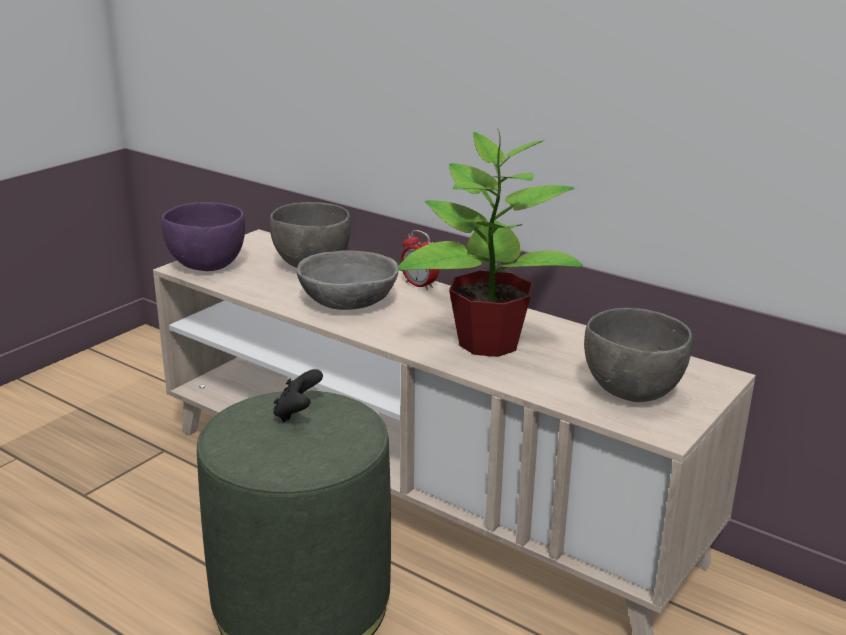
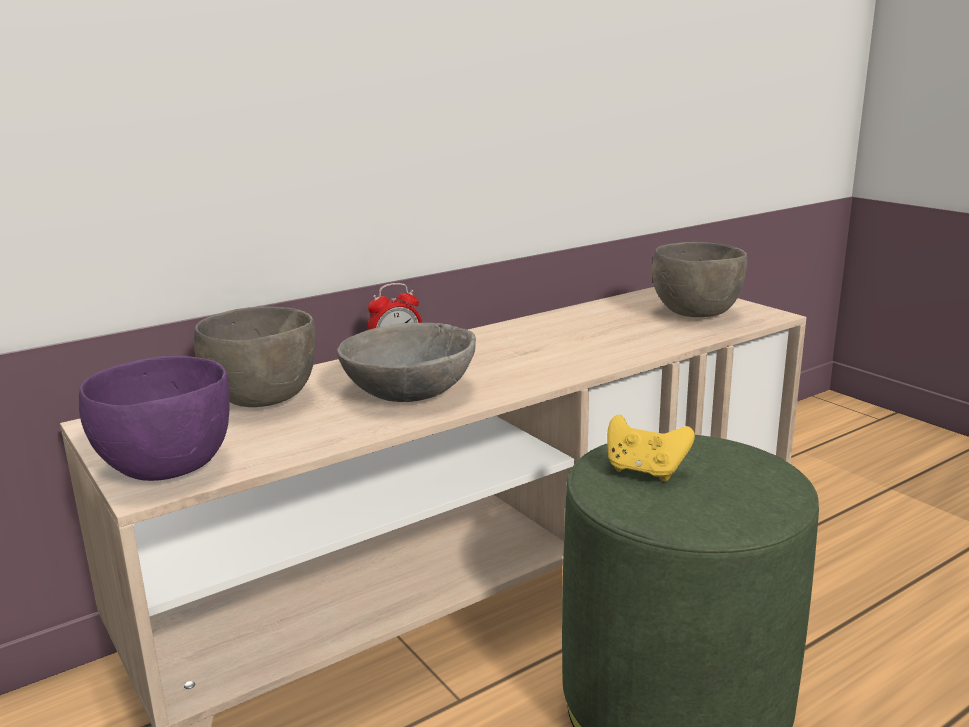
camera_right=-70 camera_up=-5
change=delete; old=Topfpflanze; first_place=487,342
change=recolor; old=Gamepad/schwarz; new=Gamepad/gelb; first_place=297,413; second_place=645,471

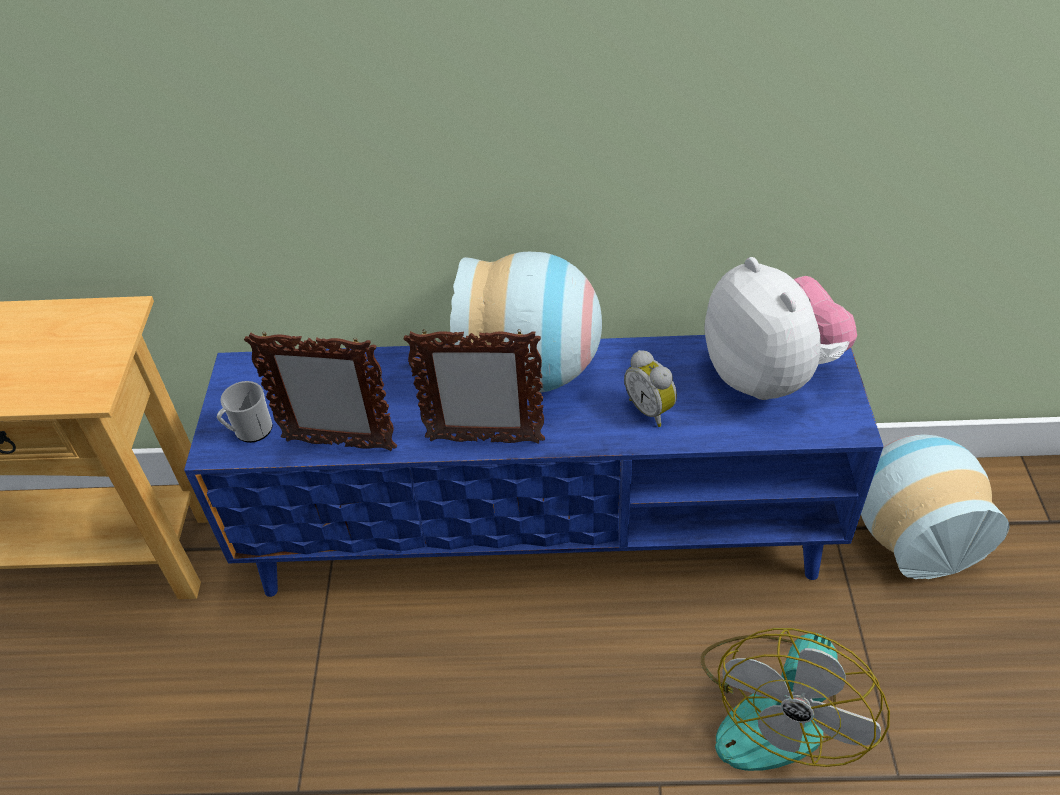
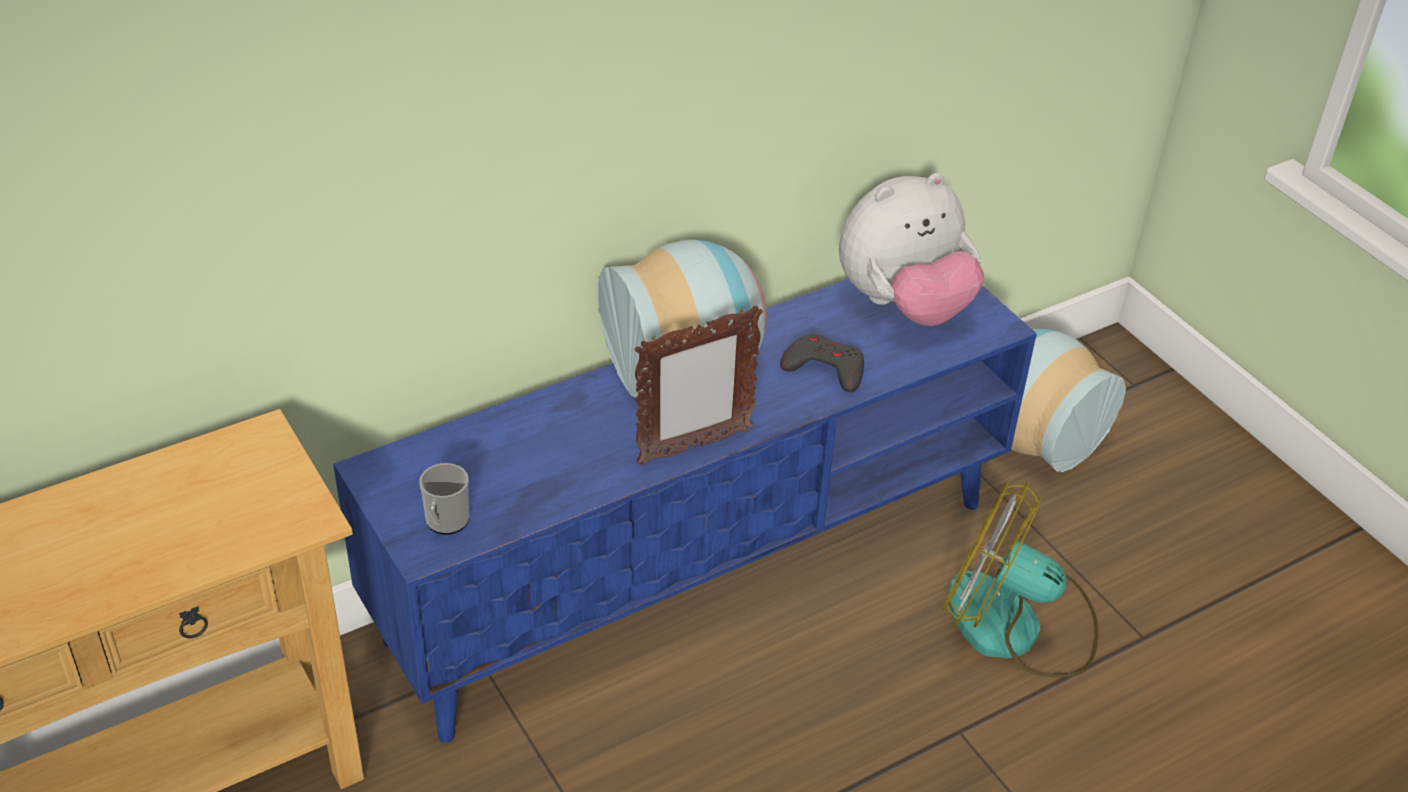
camera_right=-35 camera_up=-5
change=rotate; old=Plüschtier; first_place=769,375; second_place=904,305; degrees=120
change=delete; old=Bilderrahmen; first_place=339,444
change=replace; old=Wecker; new=Gamepad/grau; first_place=651,409; second_place=824,368
change=rotate; old=Ventilator; first_place=777,708; second_place=1016,627; degrees=120

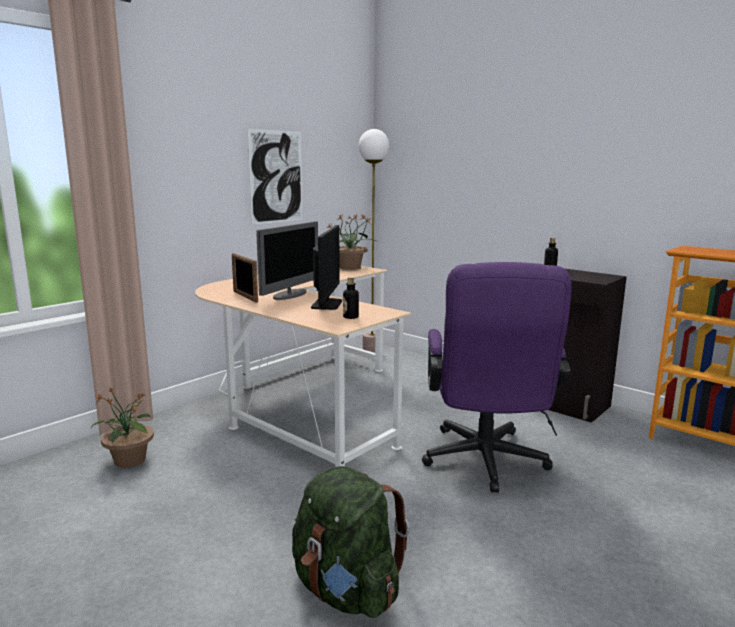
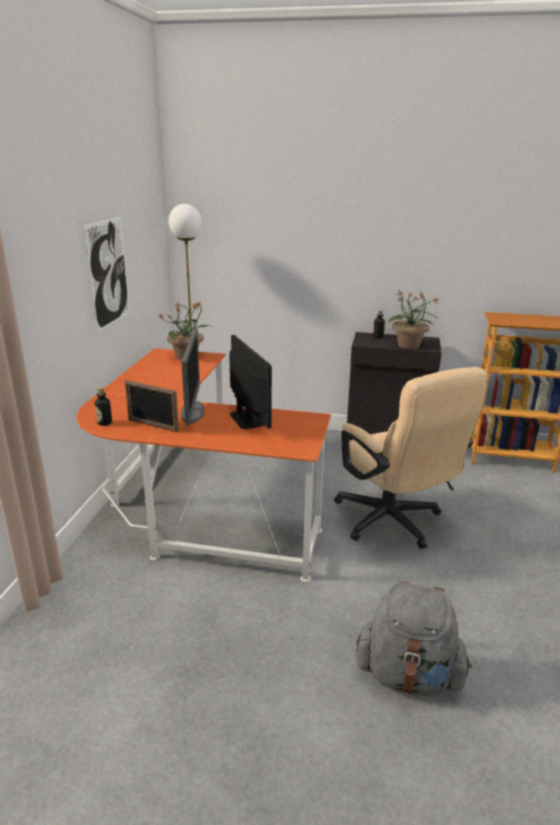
camera_right=-30 camera_up=10
change=recolor; old=Bürostuhl/lila; new=Bürostuhl/beige; first_place=485,464; second_place=394,523
change=recolor; old=Schreibtisch/beige; new=Schreibtisch/orange; first_place=303,404; second_place=193,509
change=move; old=Flasche; first_place=350,317; second_place=104,423
change=move; old=Topfpflanze; first_place=129,461; second_place=409,345
change=recolor; old=Rucksack/grün; new=Rucksack/grau; first_place=346,590; second_place=408,676

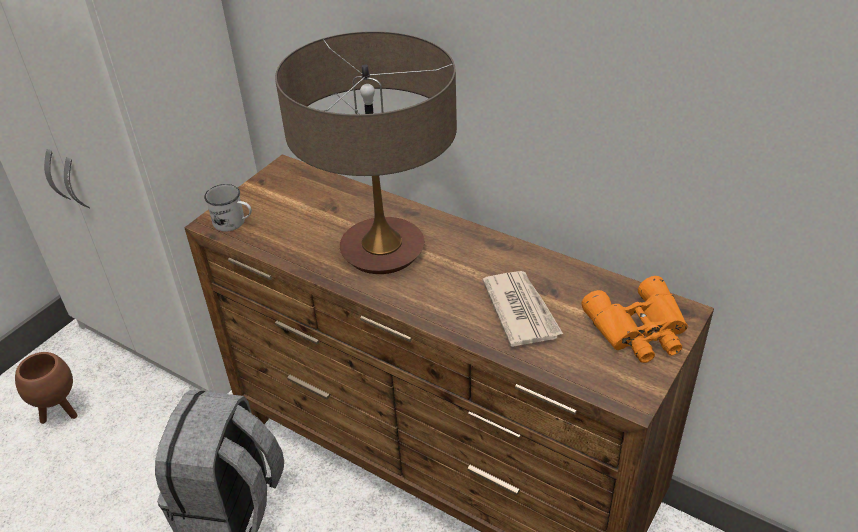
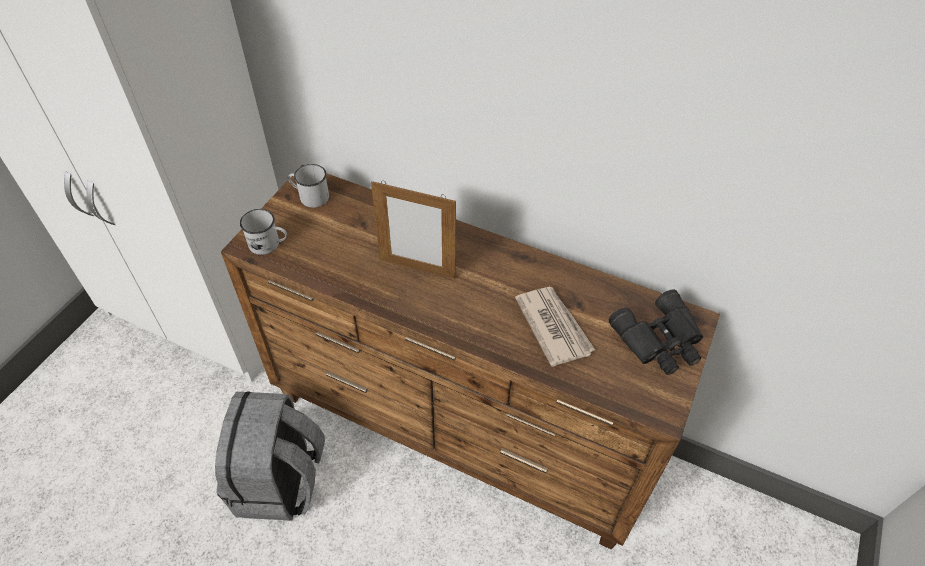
camera_right=-10 camera_up=10
change=replace; old=Tischlampe; new=Bilderrahmen; first_place=383,250; second_place=417,268
change=recolor; old=Fernglas/orange; new=Fernglas/schwarz; first_place=640,330; second_place=660,341
change=delete; old=Pflanzkübel/braun; first_place=60,412
change=insert; new=Henkelbecher/weiß; second_place=310,196

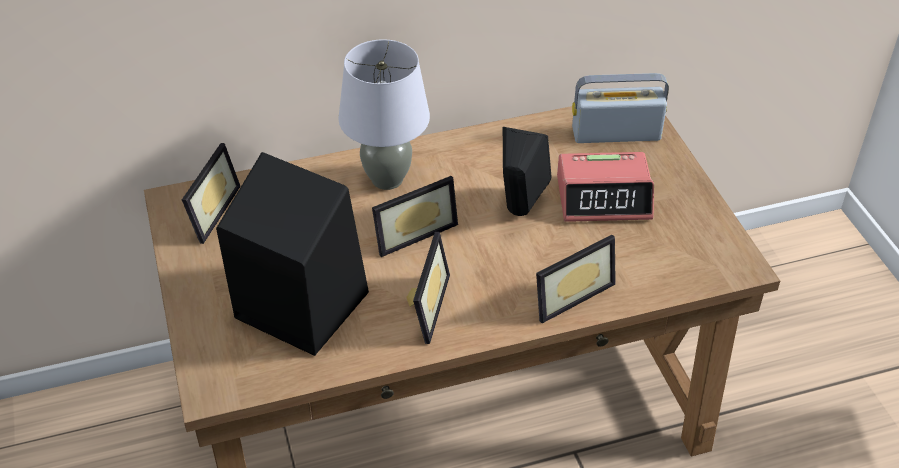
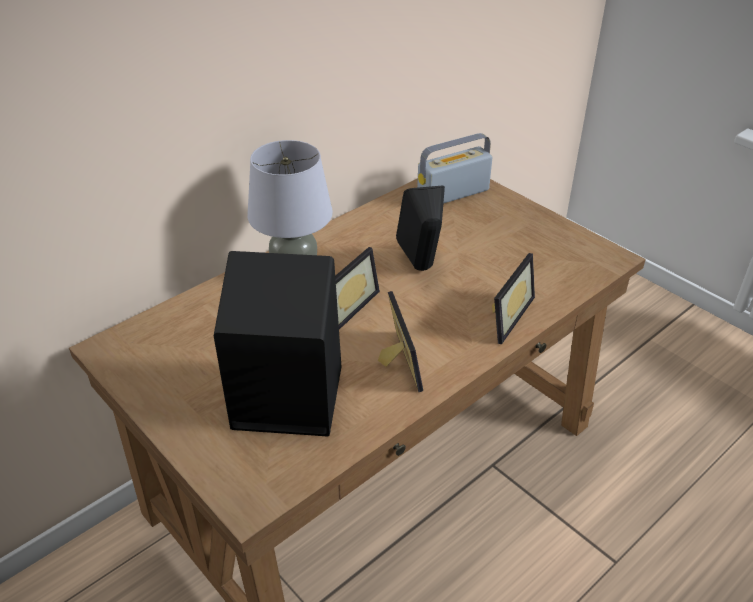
camera_right=-25 camera_up=-5
change=delete; old=Bilderrahmen; first_place=207,211
change=delete; old=Wecker; first_place=604,197

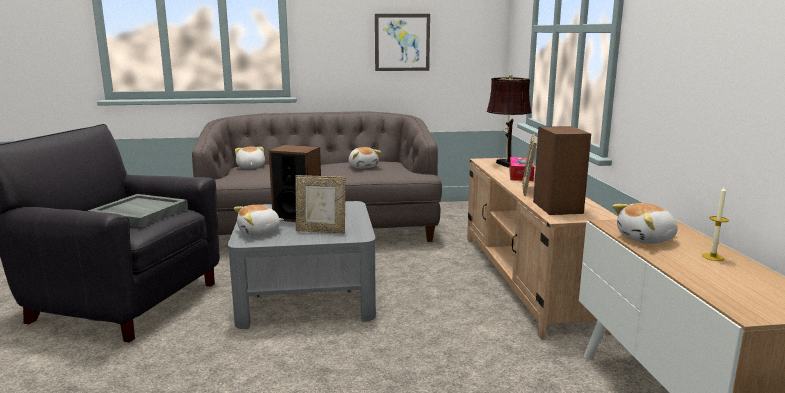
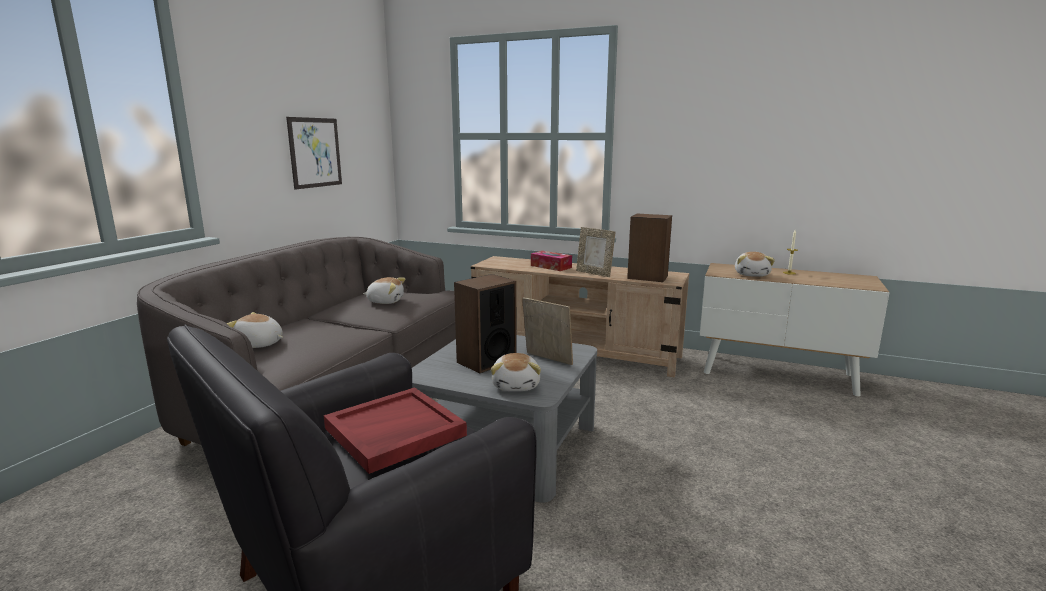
camera_right=-60 camera_up=0
change=delete; old=Tischlampe/braun; first_place=506,164
change=rotate; old=Bilderrahmen; first_place=321,231; second_place=547,359; degrees=-90
change=recolor; old=Tablett/grau; new=Tablett/rot; first_place=138,214; second_place=394,432

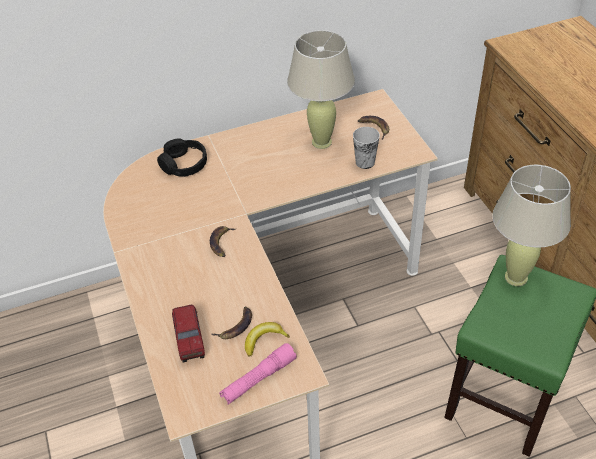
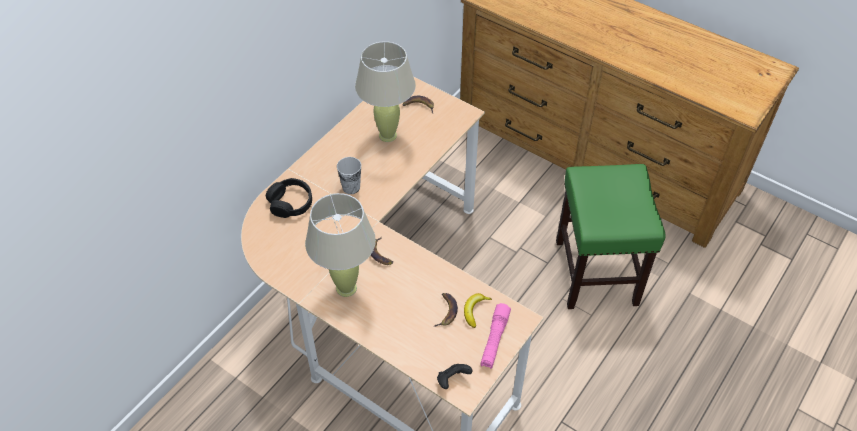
camera_right=-35 camera_up=5
change=move; old=Tasse; first_place=365,162; second_place=351,187
change=move; old=Tischlampe/beige; first_place=515,277; second_place=346,288
change=delete; old=Spielzeuglaster; first_place=190,342
change=insert; new=Gamepad/schwarz; second_place=452,380

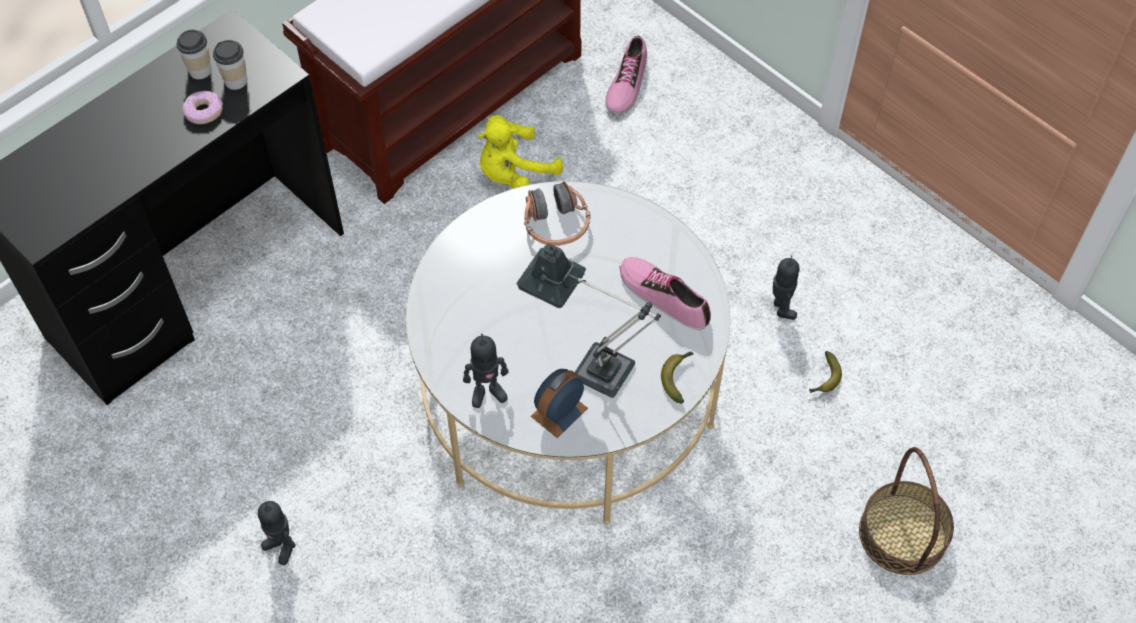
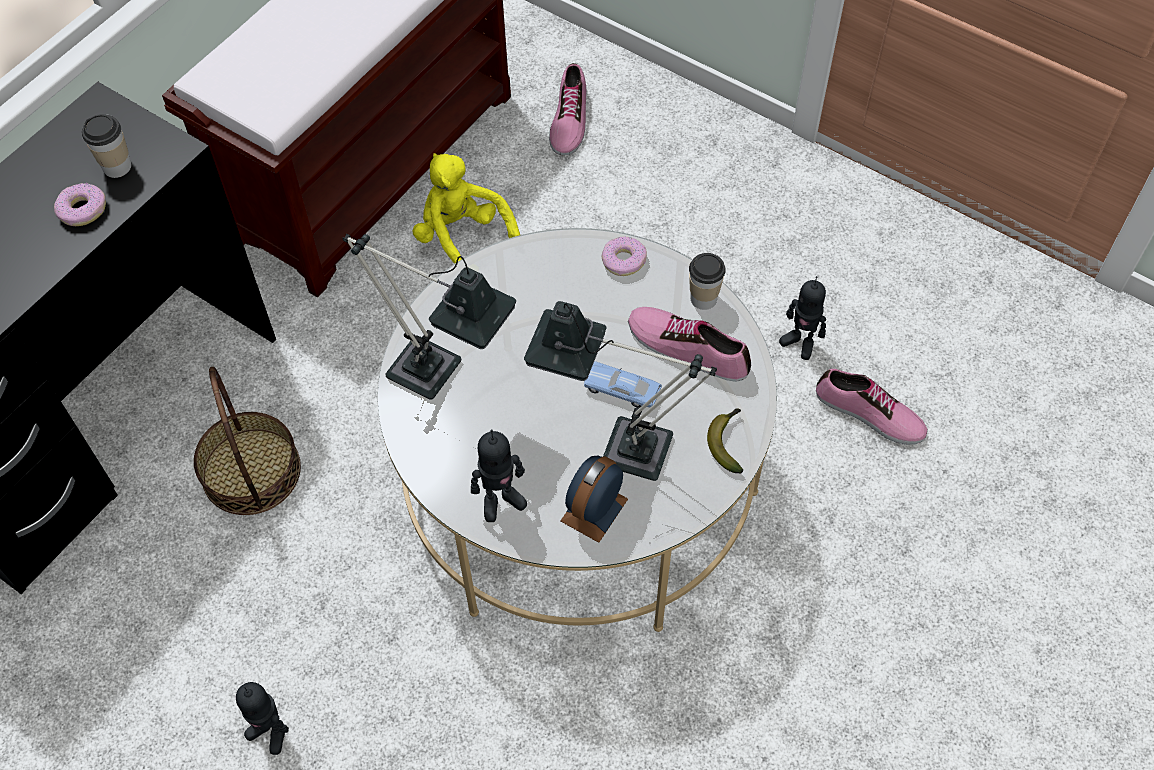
camera_right=-10 camera_up=0
change=move; old=Tasse; first_place=200,70; second_place=703,298
change=rotate; old=Plüschtier/gelb; first_place=514,173; second_place=462,238; degrees=90
change=delete; old=Kopfhörer; first_place=556,224
change=rotate; old=Spielzeugroboter; first_place=781,308; second_place=800,342; degrees=150
change=replace; old=Banane; new=Schuh; first_place=824,378; second_place=869,414
change=move; old=Korb; first_place=903,534; second_place=251,471
change=insert; new=Tischlampe; second_place=438,377
change=insert; new=Donut; second_place=623,261
change=insert; new=Spielzeugauto/blau; second_place=621,390

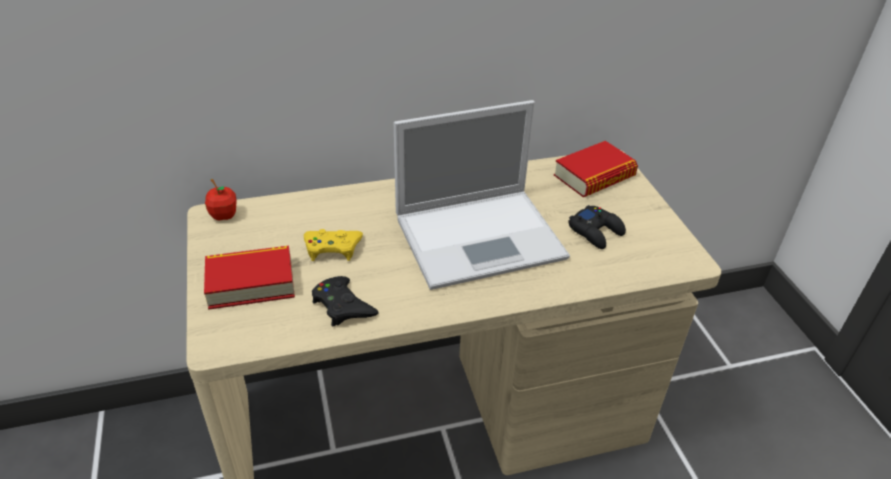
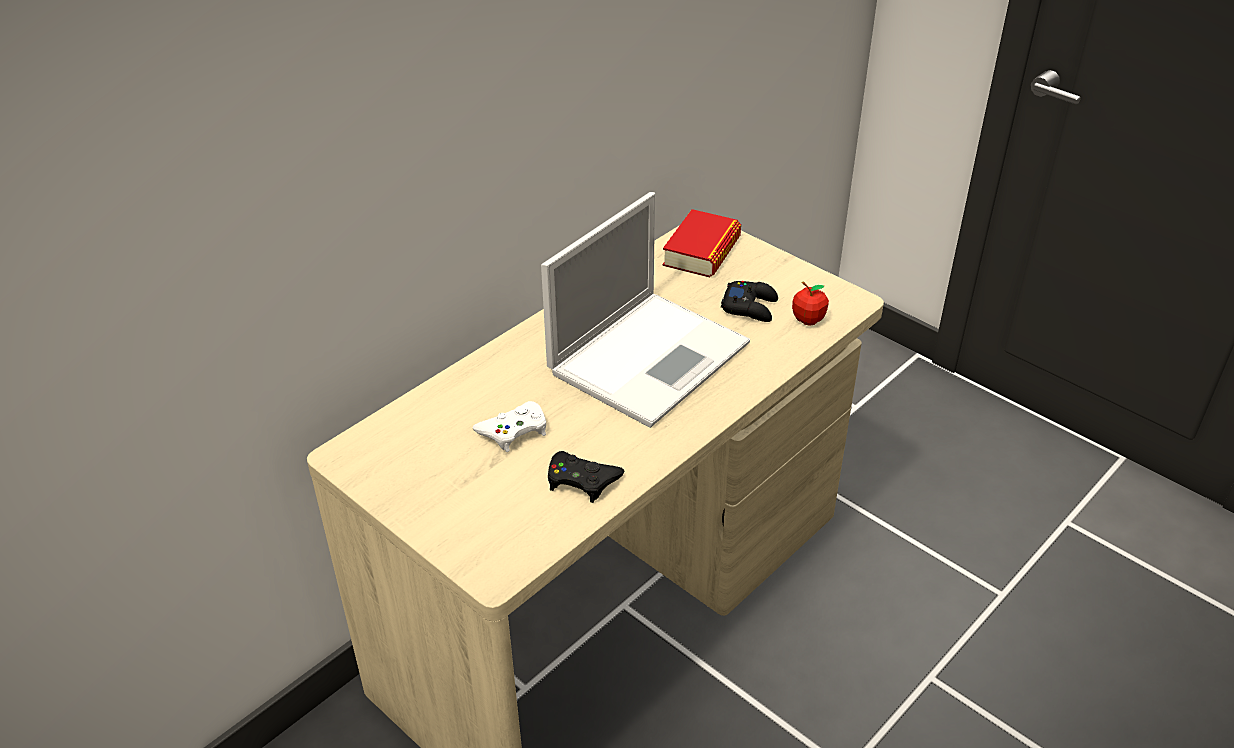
camera_right=-30 camera_up=0
change=move; old=Apfel; first_place=224,216; second_place=808,320
change=recolor; old=Gamepad/gelb; new=Gamepad/weiß; first_place=332,248; second_place=514,431
change=delete; old=Buch; first_place=251,283

